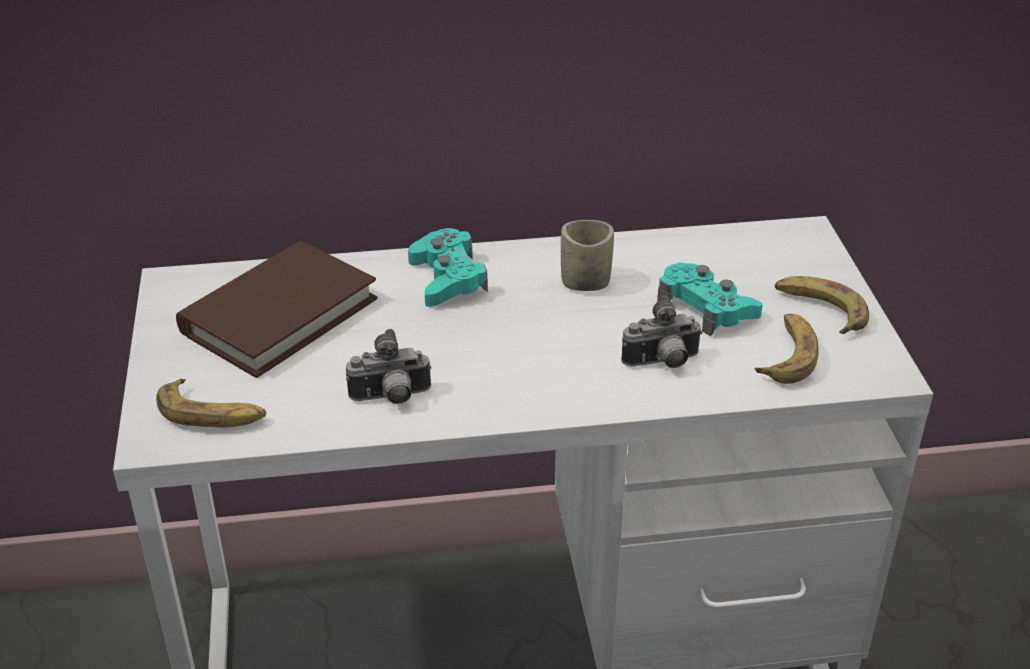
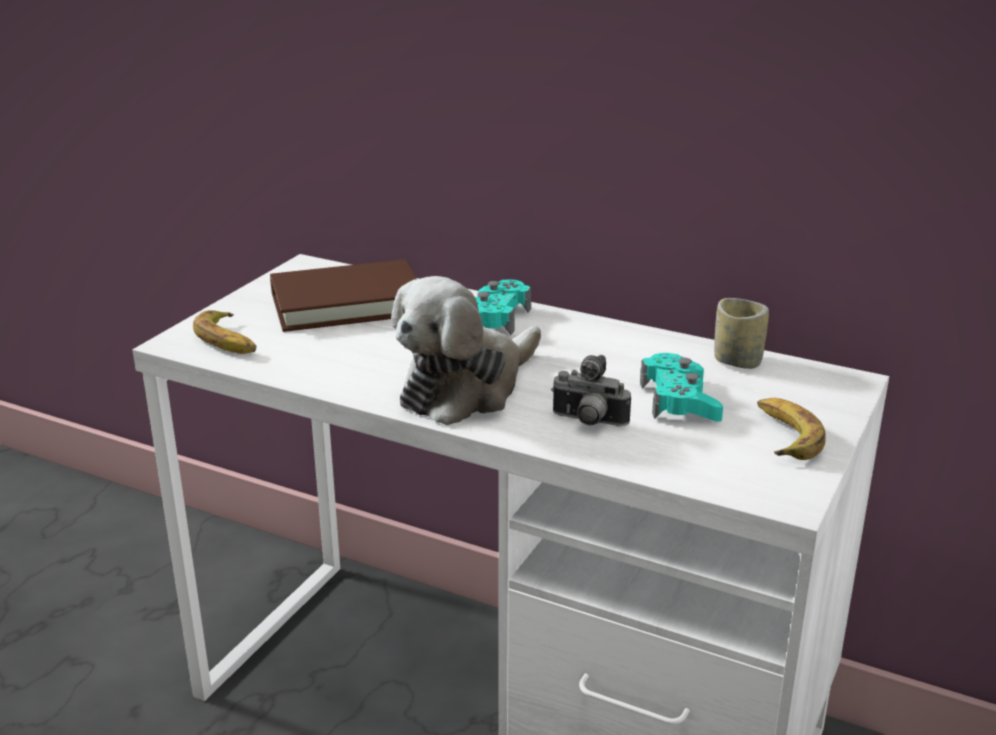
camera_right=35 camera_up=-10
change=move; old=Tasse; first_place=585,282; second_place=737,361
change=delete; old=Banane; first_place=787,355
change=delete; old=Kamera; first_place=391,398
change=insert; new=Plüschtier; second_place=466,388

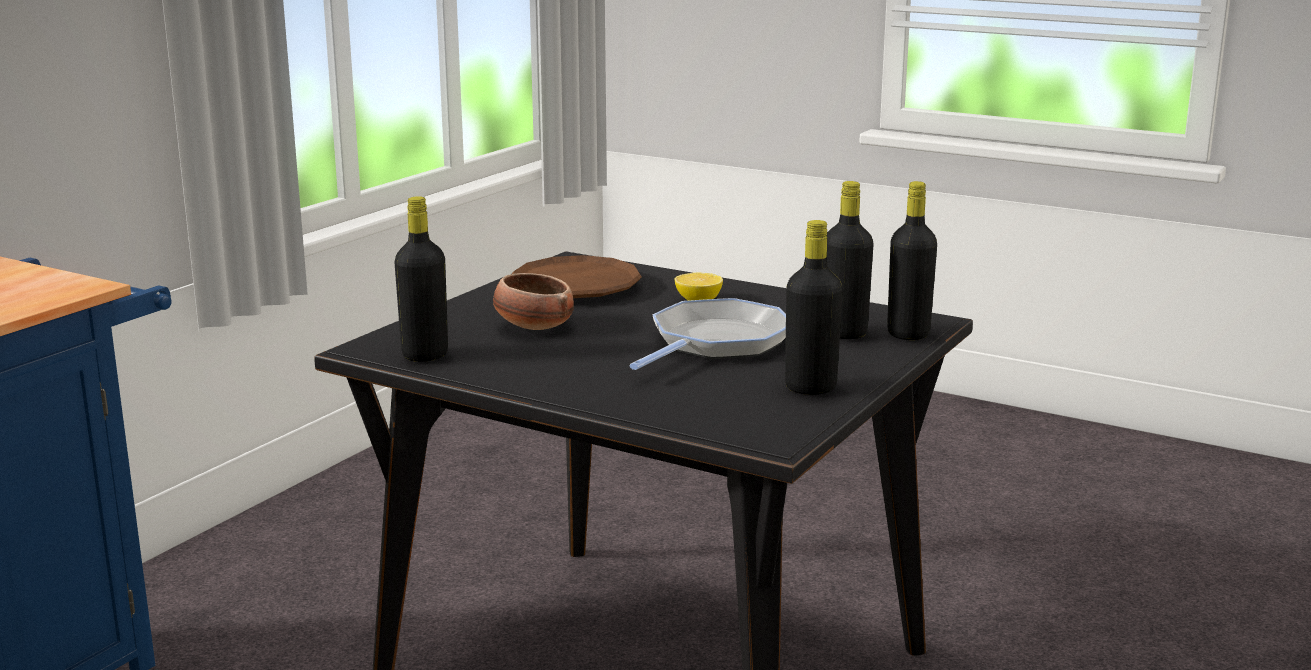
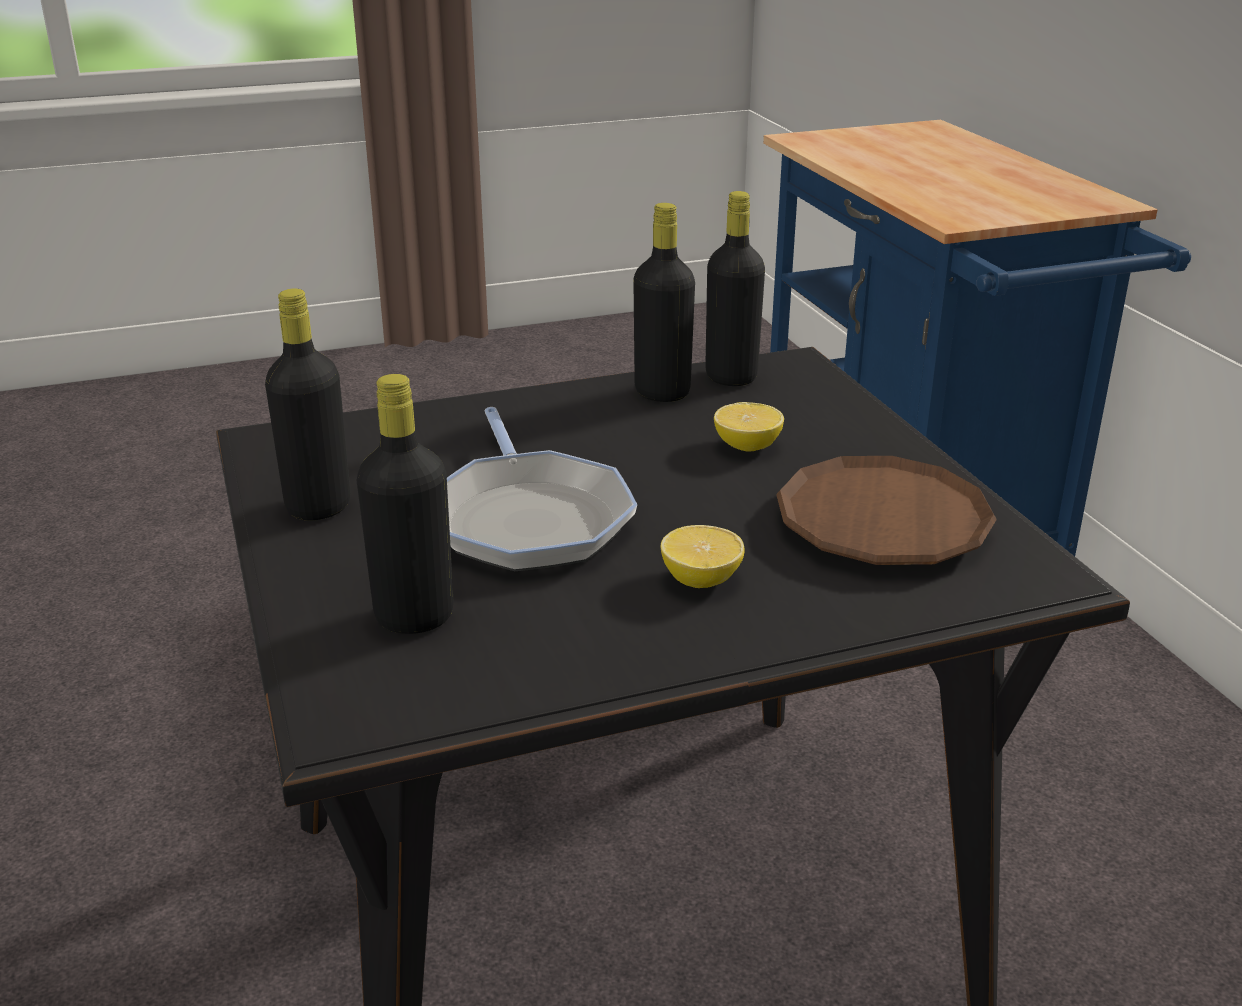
camera_right=130 camera_up=10
change=move; old=Flasche/schwarz; first_place=908,334; second_place=662,392
change=replace; old=Schüssel; new=Zitrone; first_place=533,326; second_place=747,446

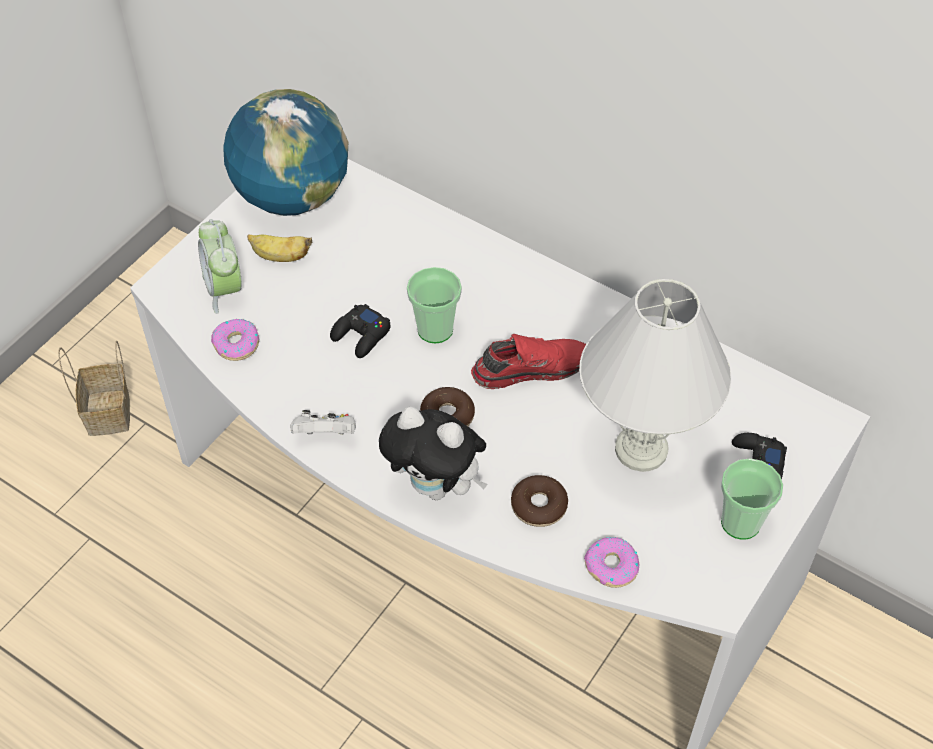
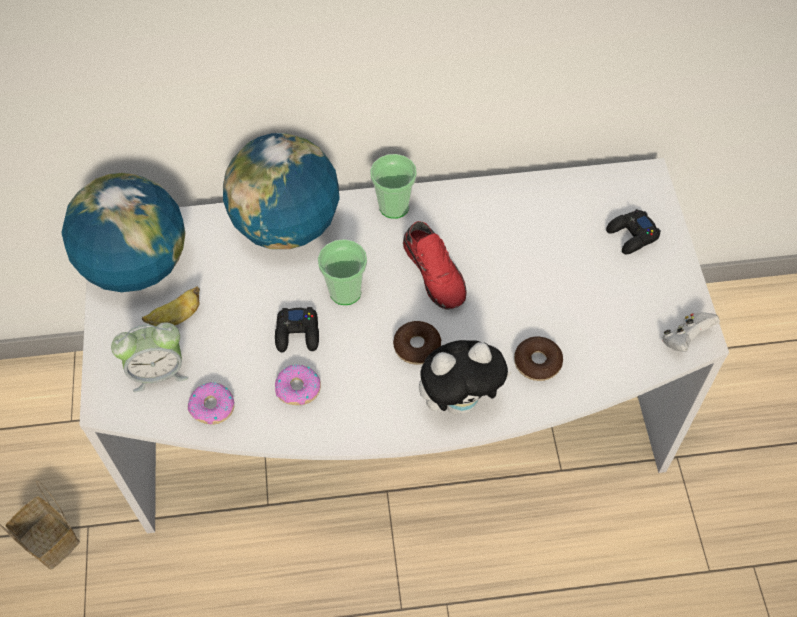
camera_right=-40 camera_up=5
change=rotate; old=Wecker; first_place=224,289; second_place=158,372; degrees=-45
change=delete; old=Tischlampe/weiß; first_place=642,450
change=rotate; old=Schuh/rot; first_place=530,367; second_place=436,272; degrees=120
change=move; old=Gamepad/weiß; first_place=325,435; second_place=685,339
change=move; old=Tasse; first_place=740,522; second_place=394,206
change=move; old=Donut; first_place=611,566; second_place=298,388
change=insert; new=Globus; second_place=287,227

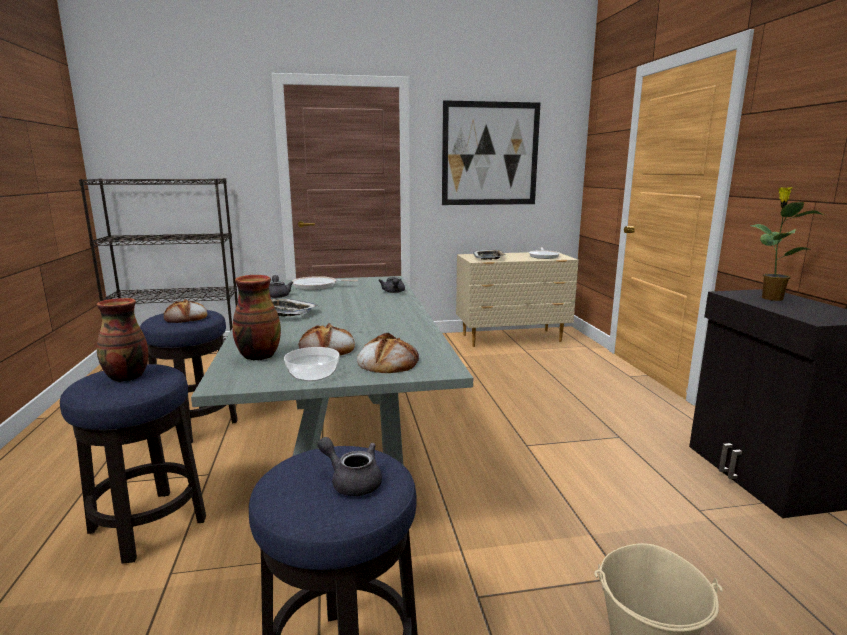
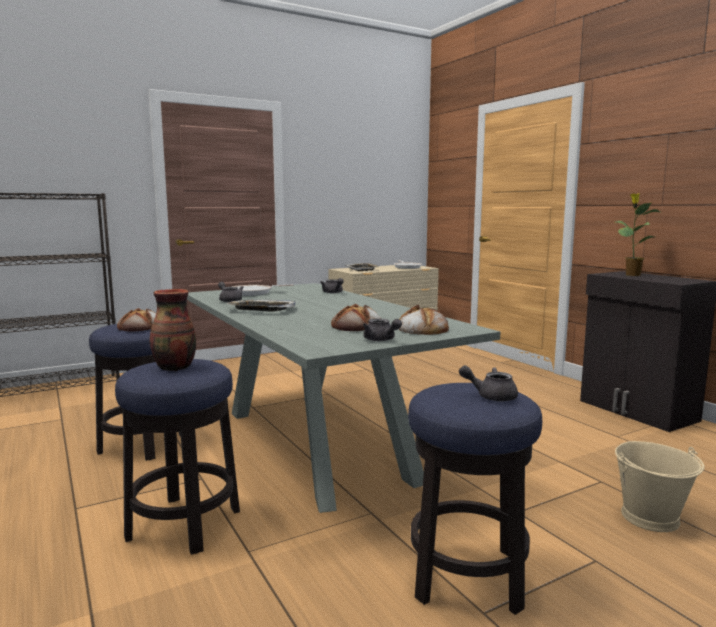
camera_right=-20 camera_up=-5
change=delete; old=Bild; first_place=490,154
change=delete; old=Vase; first_place=258,356
change=replace; old=Schüssel; new=Teekanne/grau; first_place=313,375; second_place=381,340

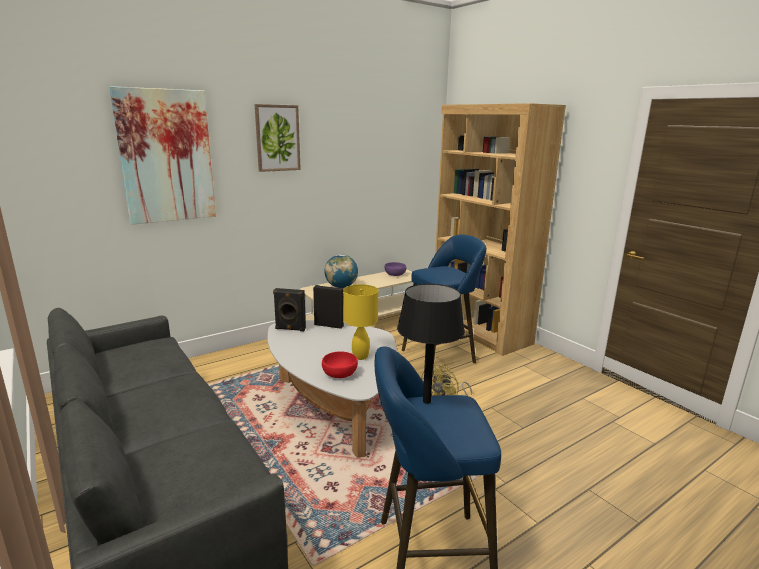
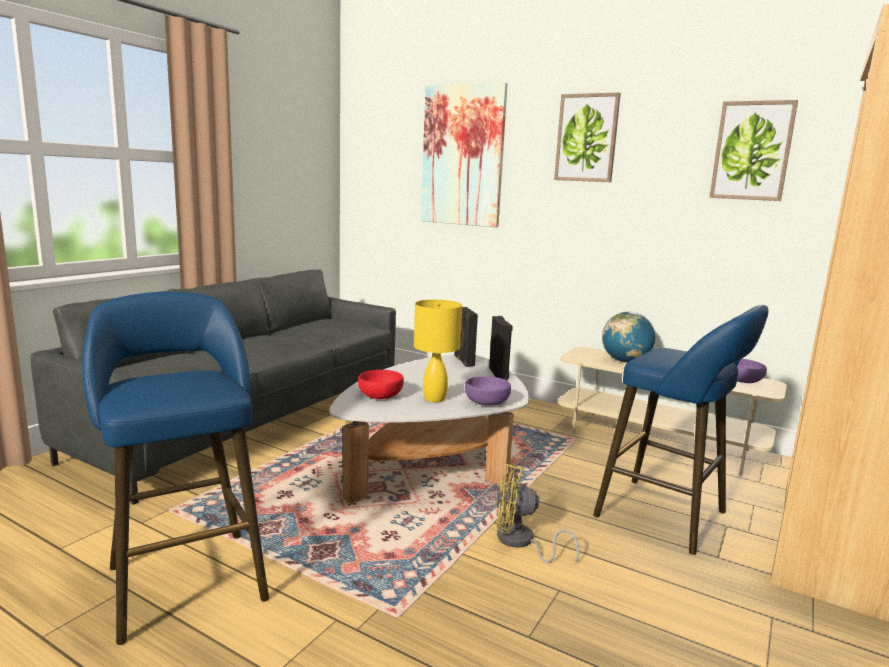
camera_right=65 camera_up=-5
change=delete; old=Tischlampe/schwarz; first_place=427,401
change=insert; new=Bild; second_place=752,151
change=insert; new=Schüssel/lila; second_place=487,402

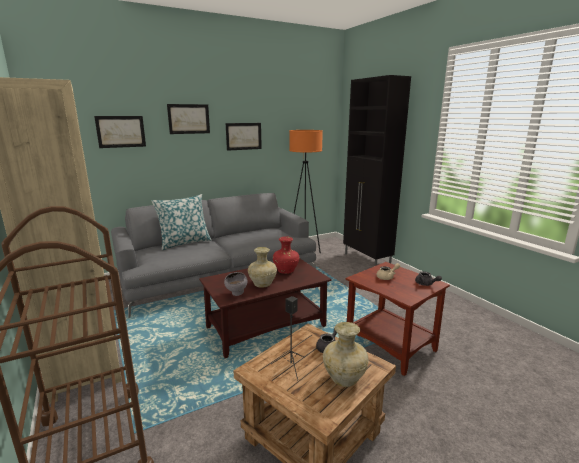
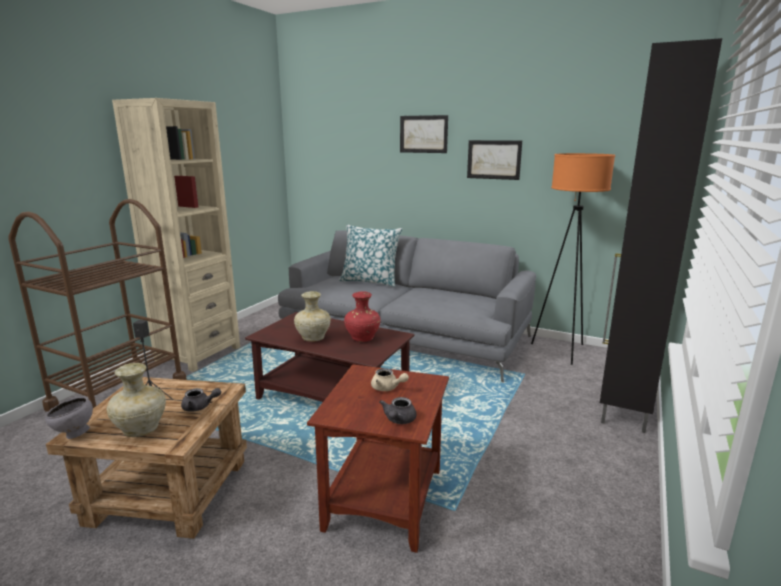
camera_right=55 camera_up=0
change=delete; old=Bild; first_place=121,131
change=move; old=Schüssel/grau; first_place=237,294; second_place=74,435

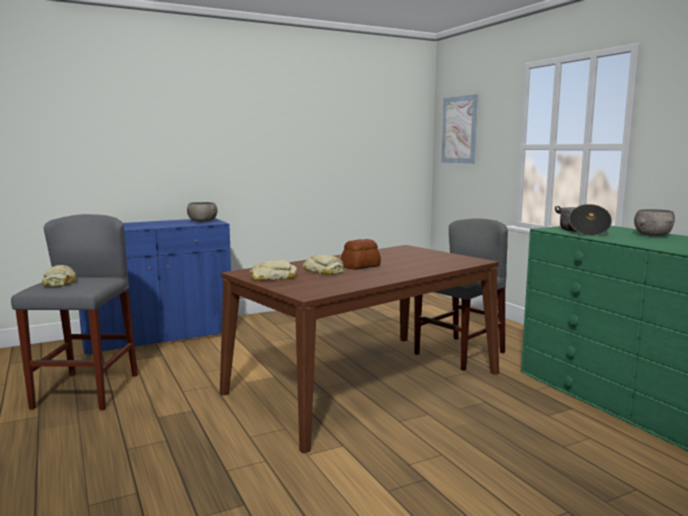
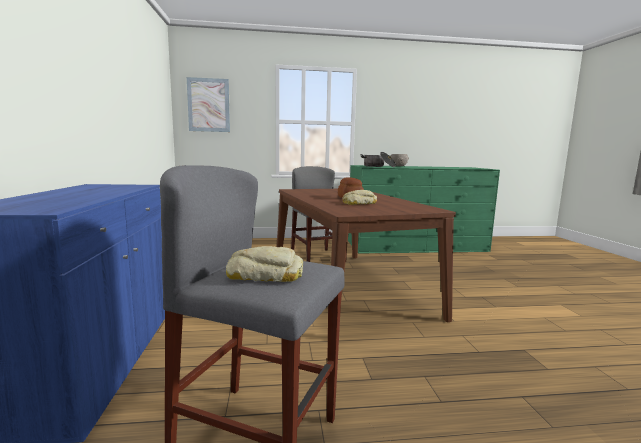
camera_right=-70 camera_up=0
change=delete; old=Schüssel/grau; first_place=202,221
change=delete; old=Brot; first_place=273,277

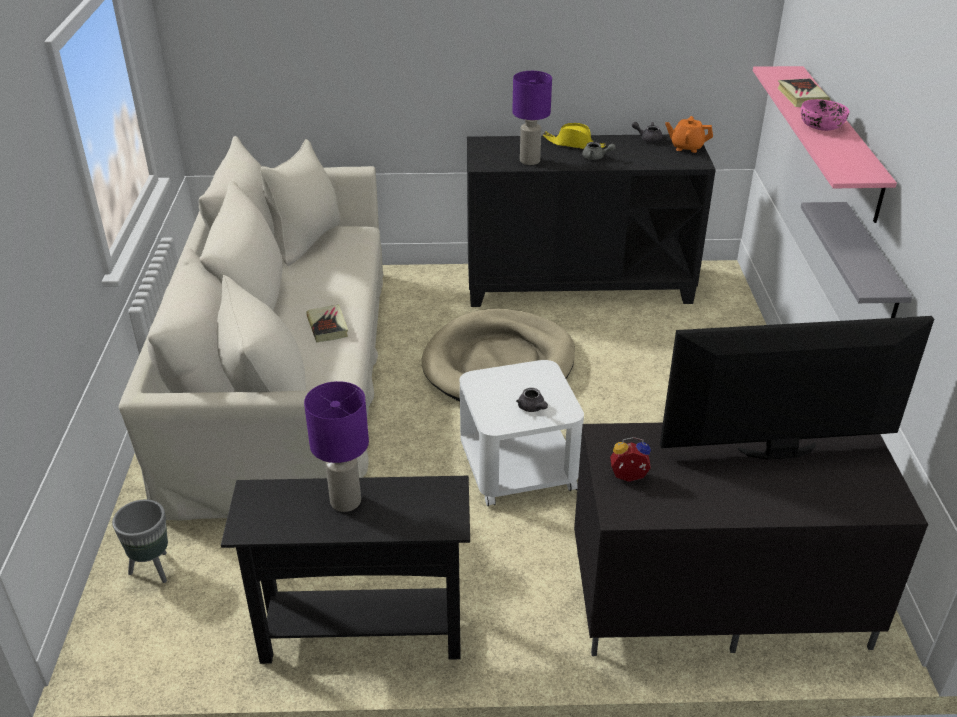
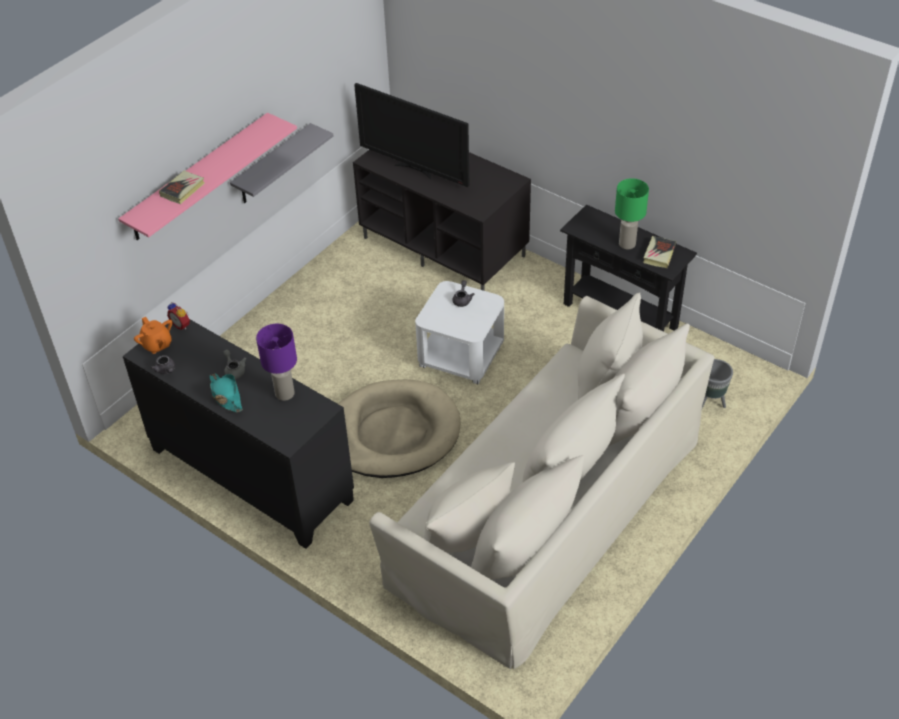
camera_right=-140 camera_up=10
change=delete; old=Schüssel/rosa; first_place=821,126
change=recolor; old=Hut/gelb; new=Hut/türkis; first_place=574,144; second_place=226,396
change=move; old=Buch; first_place=327,326; second_place=659,254
change=recolor; old=Tischlampe/lila; new=Tischlampe/grün; first_place=345,501; second_place=626,244
change=move; old=Wecker; first_place=628,478; second_place=182,325

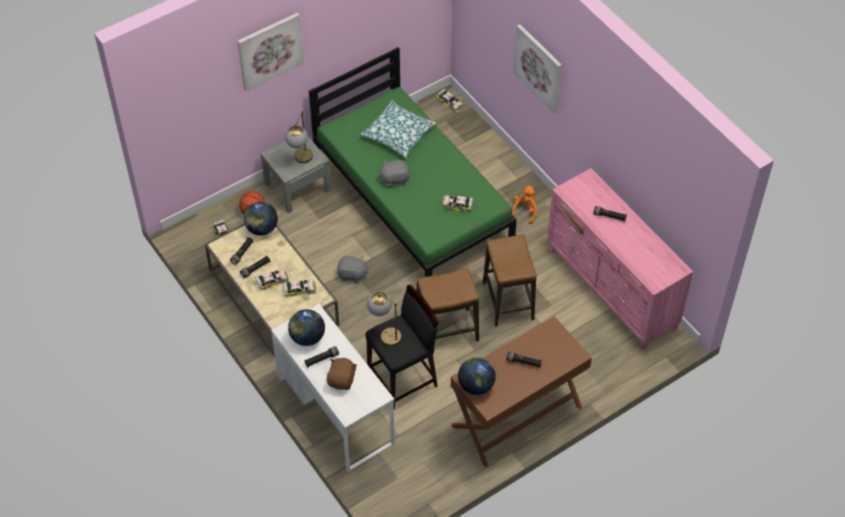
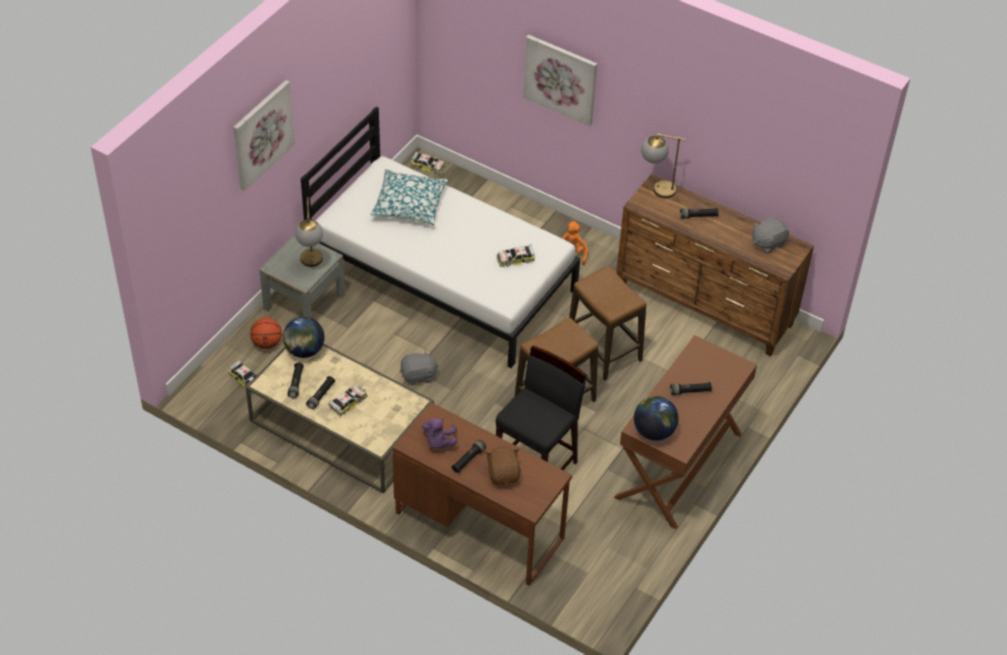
camera_right=-25 camera_up=-5
change=recolor; old=Bett/grün; new=Bett/weiß; first_place=412,199; second_place=442,277
change=move; old=Plüschtier/grau; first_place=394,179; second_place=767,243
change=recolor; old=Kommode/rosa; new=Kommode/braun; first_place=611,290; second_place=705,306
change=delete; old=Spielzeugauto; first_place=300,290
change=move; old=Tischlampe; first_place=384,334; second_place=656,189
change=recolor; old=Schreibtisch/weiß; new=Schreibtisch/braun; first_place=335,410; second_place=479,525
change=replace; old=Globus; new=Plüschtier/lila; first_place=307,337; second_place=438,442

